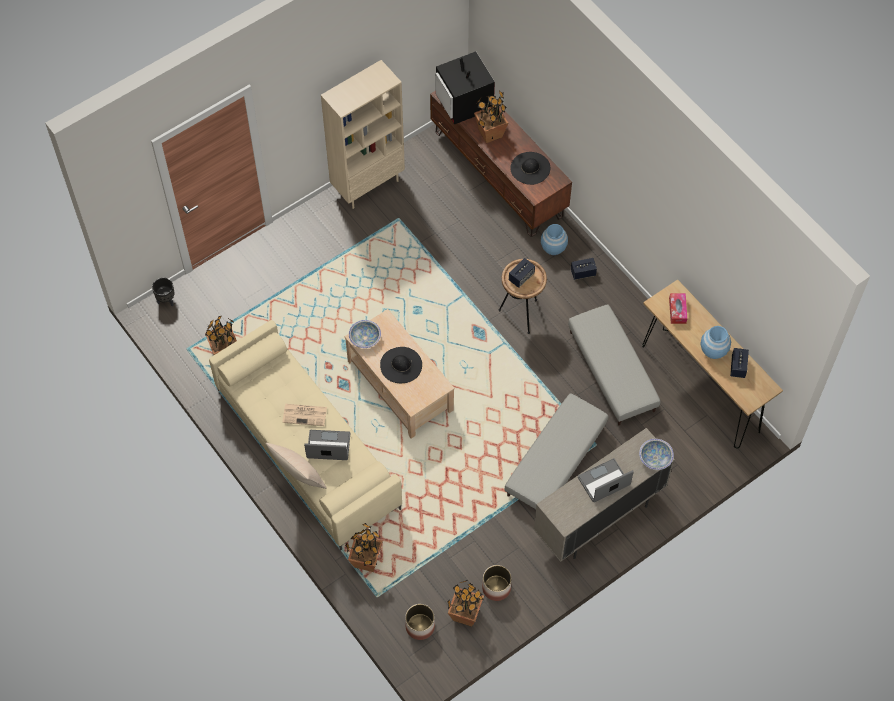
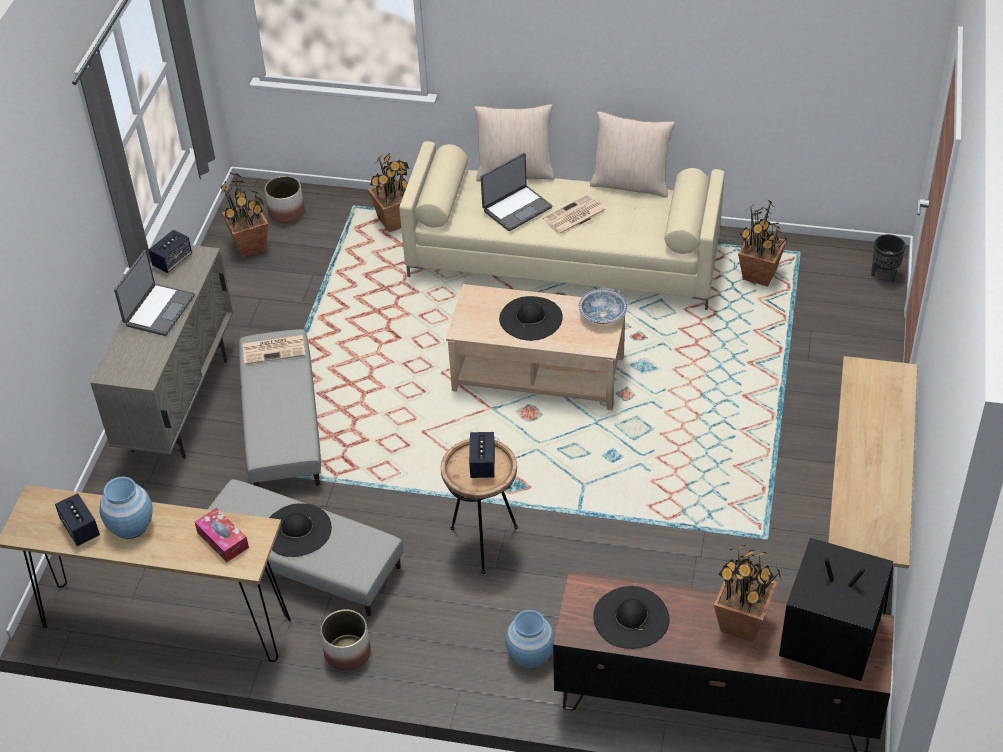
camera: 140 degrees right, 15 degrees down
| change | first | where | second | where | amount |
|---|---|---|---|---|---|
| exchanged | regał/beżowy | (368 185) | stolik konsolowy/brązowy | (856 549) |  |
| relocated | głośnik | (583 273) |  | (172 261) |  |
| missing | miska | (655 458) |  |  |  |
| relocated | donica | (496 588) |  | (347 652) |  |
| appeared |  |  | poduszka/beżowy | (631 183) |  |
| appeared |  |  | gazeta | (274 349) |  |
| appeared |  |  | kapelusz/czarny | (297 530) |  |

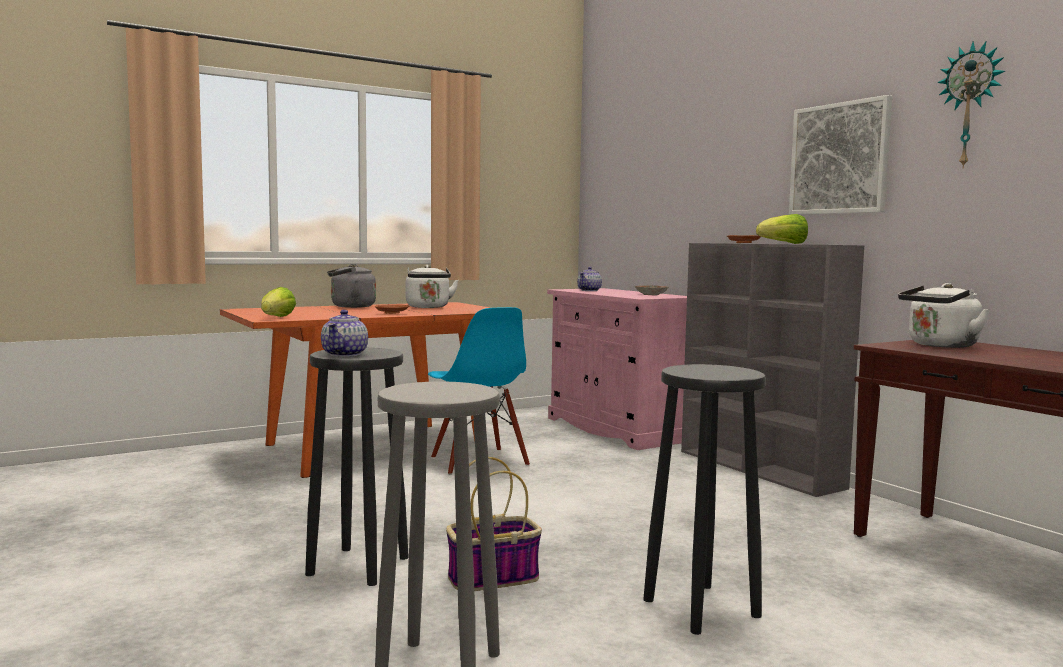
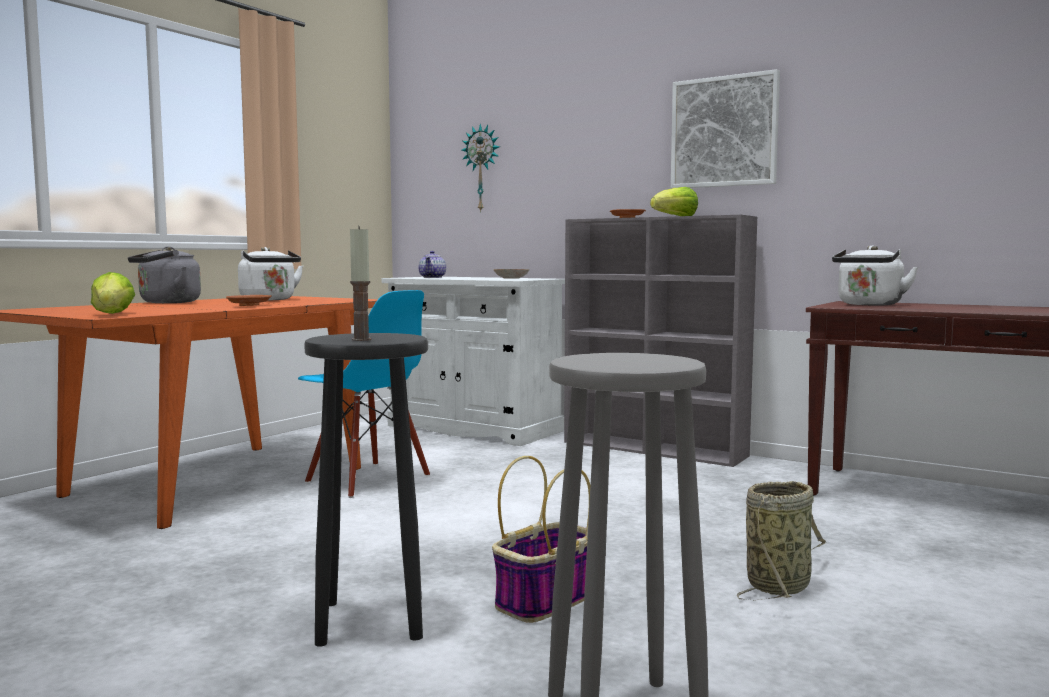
camera: 25 degrees left, 0 degrees up
| change | first | where | second | where | amount |
|---|---|---|---|---|---|
| relocated | zegar ścienny | (971 105) |  | (482 168) |  |
| colour | szafka/różowy | (616 429) | szafka/biały | (473 428) |  |
| exchanged | imbryk | (345 354) | świeca | (361 339) |  |
| exchanged | stołek/czarny | (702 607) | koszyk | (780 585) |  |

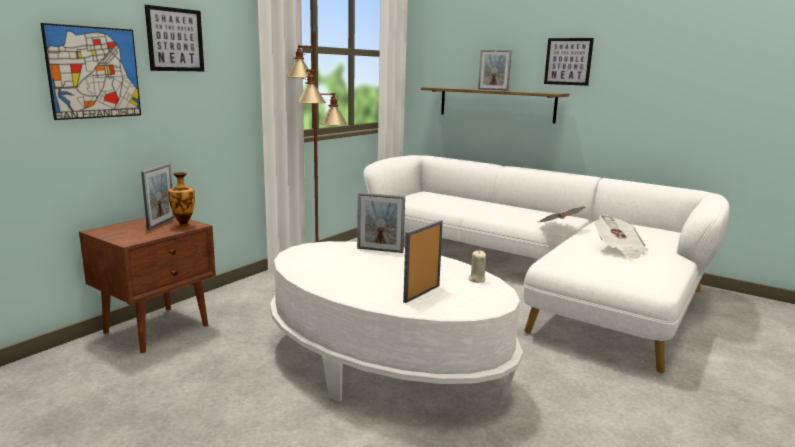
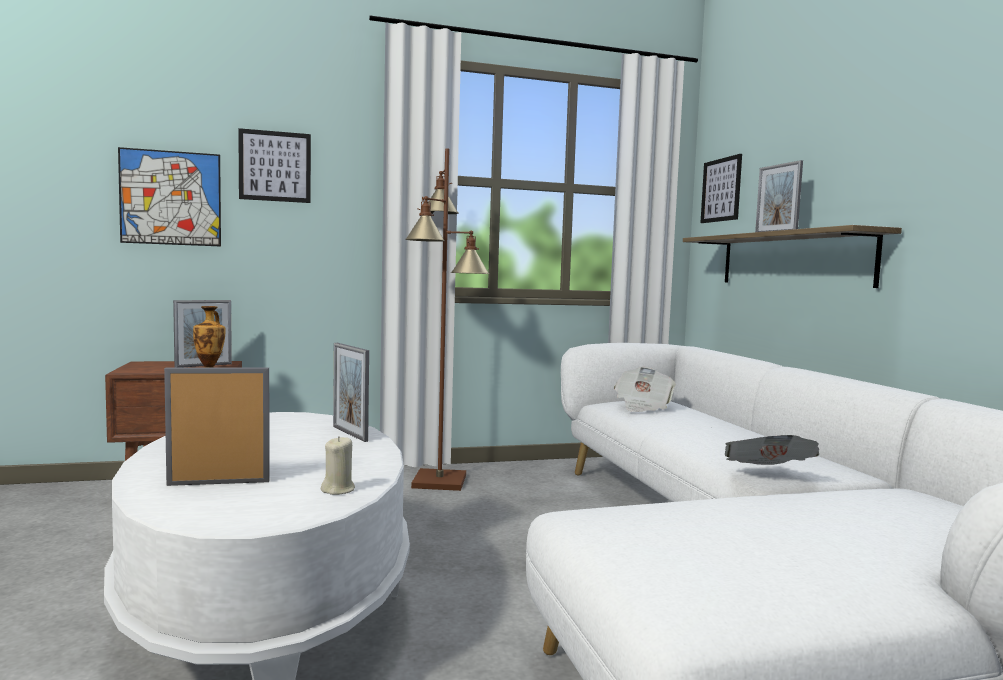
camera: 40 degrees right, 10 degrees down
| change | first | where | second | where | amount |
|---|---|---|---|---|---|
| relocated | obraz | (568 61) |  | (721 190) |  |
| relocated | gazeta | (619 250) |  | (642 406) |  |

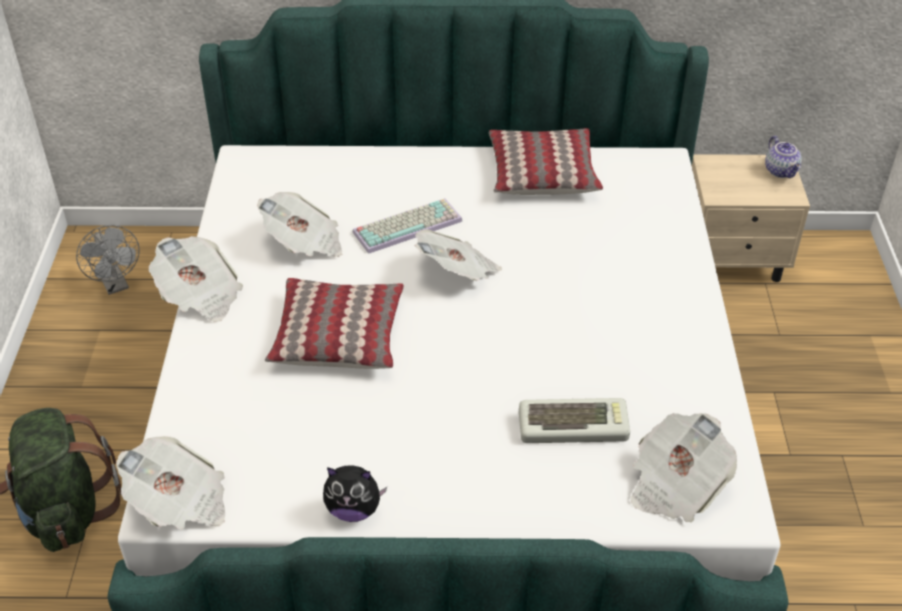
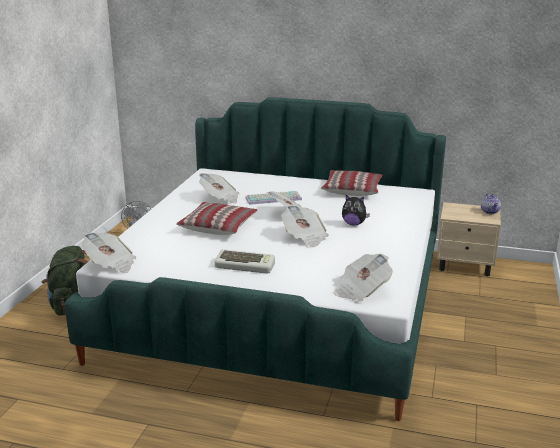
camera: 15 degrees right, 20 degrees down
| change | first | where | second | where | amount |
|---|---|---|---|---|---|
| relocated | gazeta | (200 296) |  | (304 237) |  |
| relocated | klawiatura | (574 425) |  | (245 265) |  |
| relocated | pluszak | (354 510) |  | (354 224) |  |

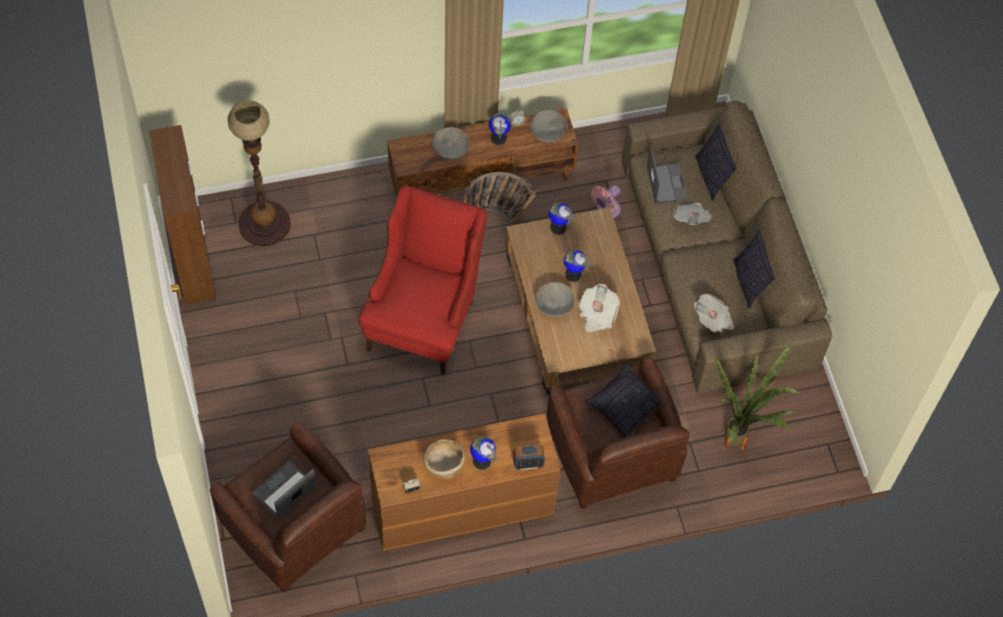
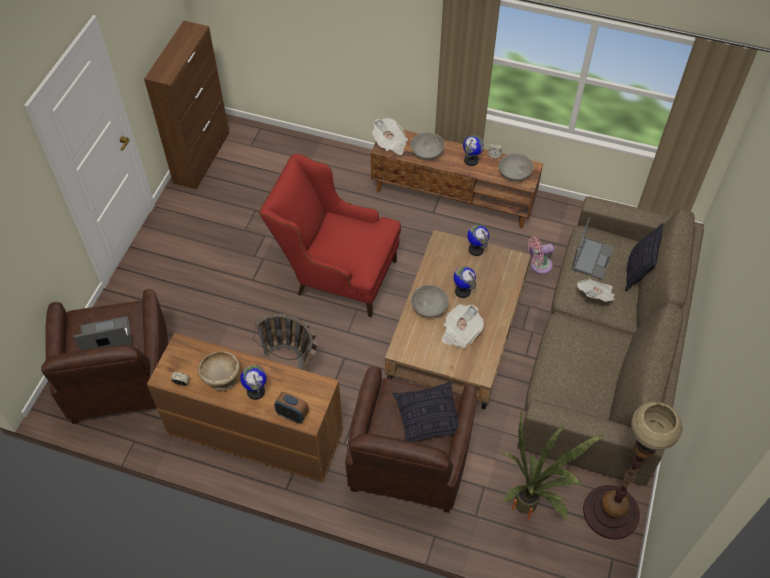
camera: 35 degrees right, 5 degrees down
| change | first | where | second | where | amount |
|---|---|---|---|---|---|
| relocated | lampa stojąca | (265 224) |  | (611 512) |  |
| relocated | koszyk | (498 219) |  | (294 362) |  |
| spun | fotel/czerwony | (424 315) |  | (336 274) | 120 degrees counterclockwise |
| missing | poduszka | (749 283) |  |  |  |
| relocated | gazeta | (713 320) |  | (390 143) |  |

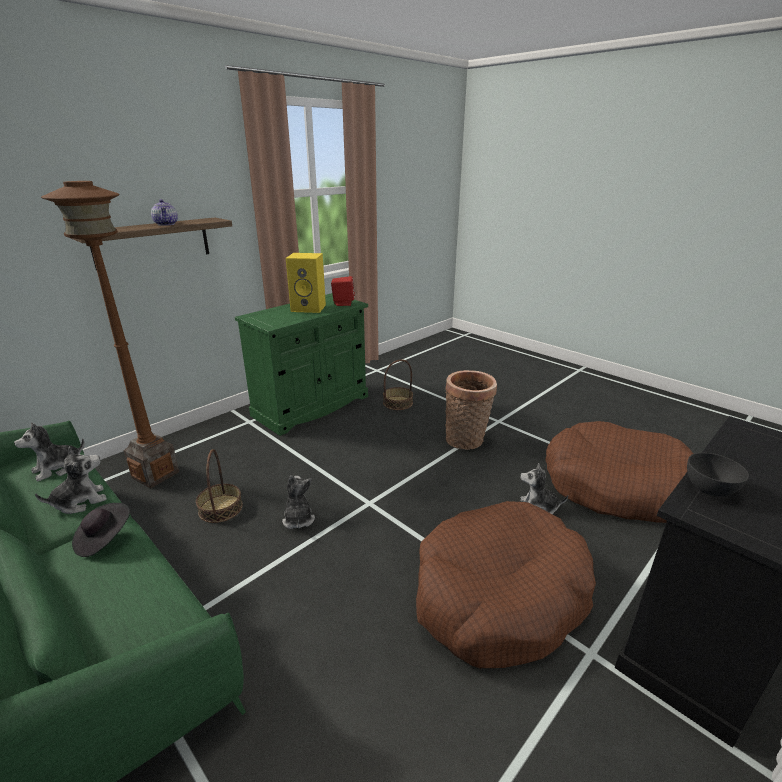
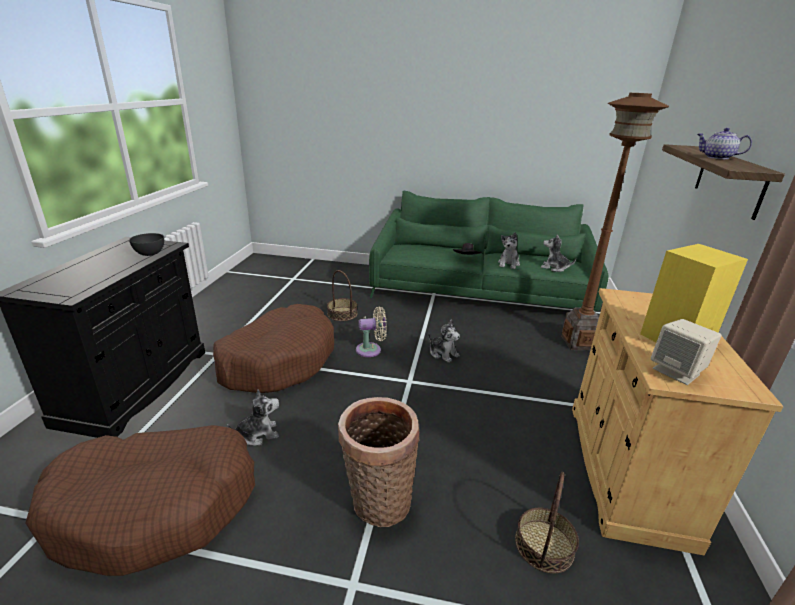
camera: 145 degrees right, 0 degrees up
| change | first | where | second | where | amount |
|---|---|---|---|---|---|
| colour | głośnik/czerwony | (343 303) | głośnik/beżowy | (677 371) |  |
| colour | szafka/zielony | (311 406) | szafka/beżowy | (625 469) |  |
| spun | pluszak | (57 468) |  | (554 268) | 75 degrees counterclockwise |
| relocated | koszyk | (220 508) |  | (342 314) |  |
| appeared |  |  | wentylator/beżowy | (371 350) |  |

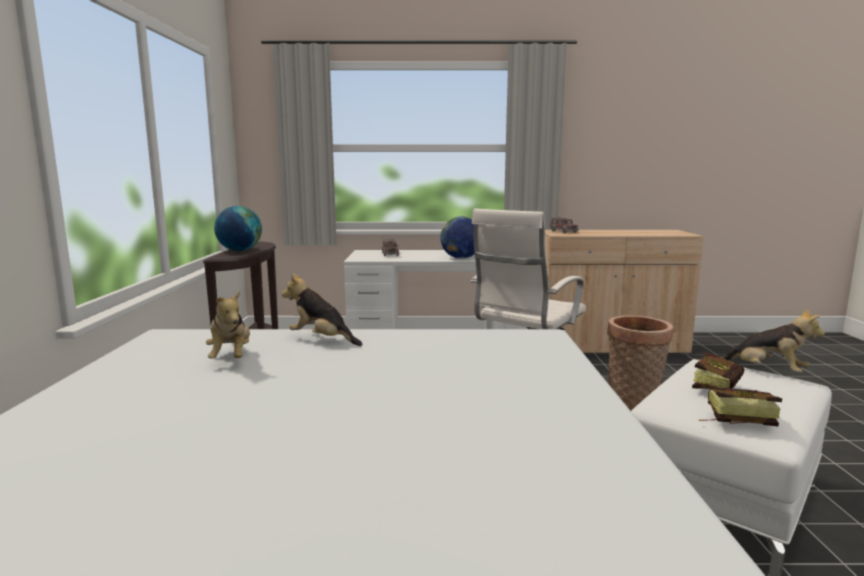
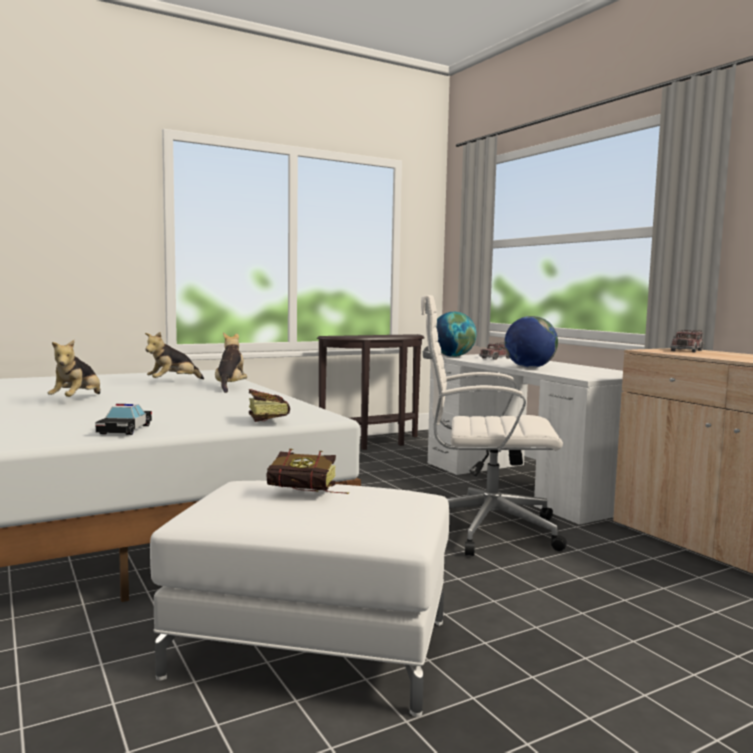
camera: 60 degrees right, 5 degrees down
| change | first | where | second | where | amount |
|---|---|---|---|---|---|
| relocated | globus | (239 250) |  | (453 356) |  |
| relocated | pluszak | (767 371) |  | (77 400) |  |
| missing | koszyk | (633 403) |  |  |  |
| relocated | książka | (733 420) |  | (267 420) |  |
| appeared |  |  | samochodzik | (125 430) |  |

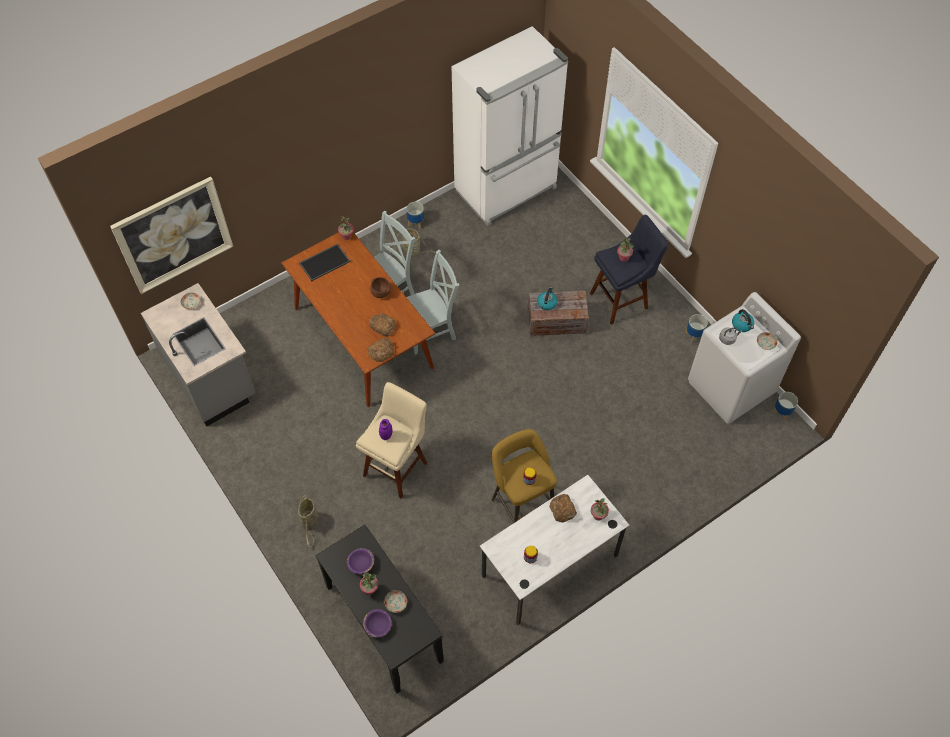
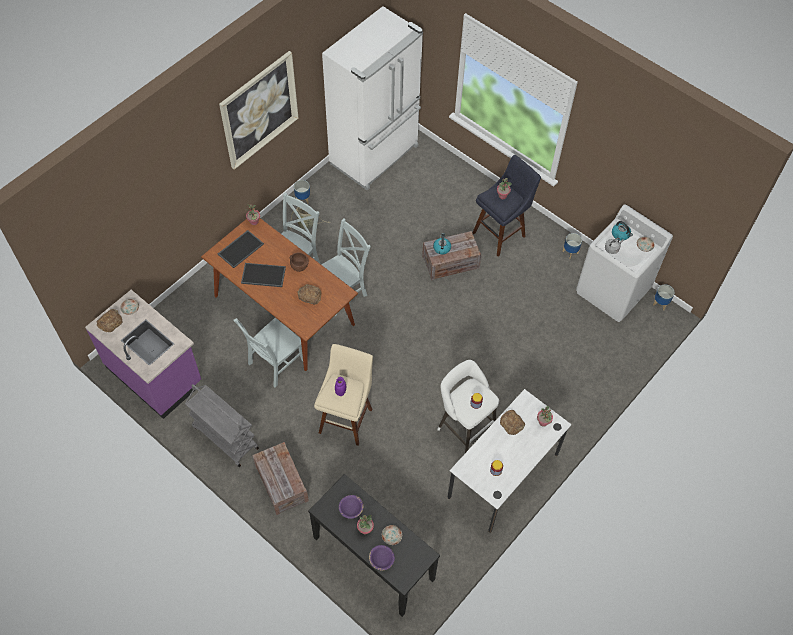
camera: 15 degrees left, 0 degrees up
| change | first | where | second | where | amount |
|---|---|---|---|---|---|
| relocated | obraz | (173 235) |  | (259 110) |  |
| colour | zabudowa kuchenna/szary | (211 378) | zabudowa kuchenna/fioletowy | (155 374) |  |
| relocated | chleb | (381 351) |  | (110 322) |  |
| colour | stołek/żółty | (521 504) | stołek/biały | (464 428) |  |
| exchanged | koszyk | (309 521) | skrzynka | (281 483) |  |
| appeared |  |  | taca | (263 275) |  |
| appeared |  |  | krzesło/szary | (274 363) |  |
| appeared |  |  | wózek/szary | (224 437) |  |

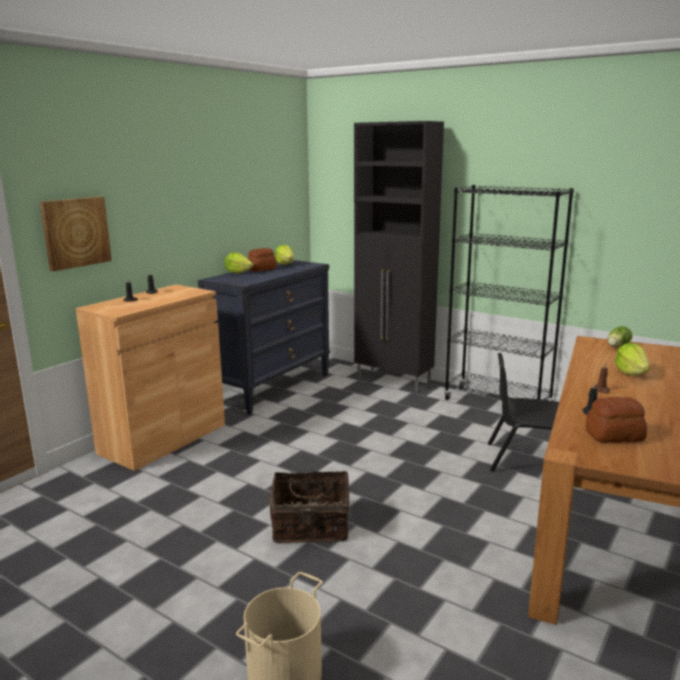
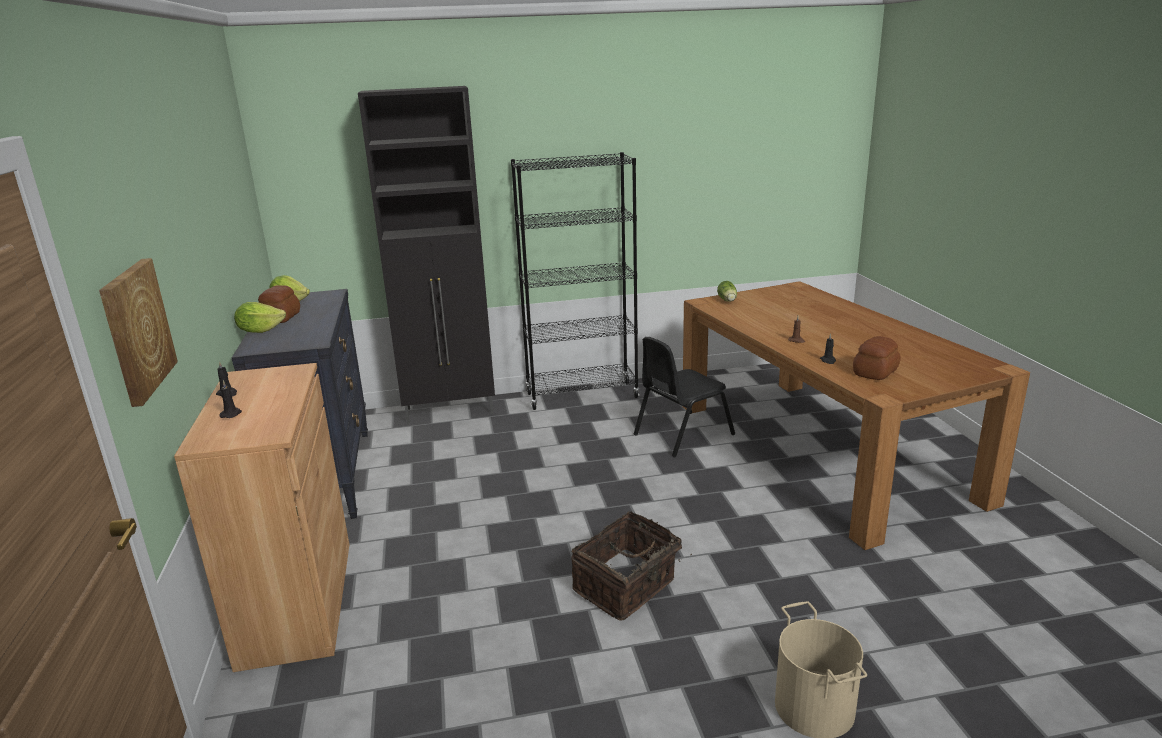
camera: 45 degrees left, 5 degrees up
| change | first | where | second | where | amount |
|---|---|---|---|---|---|
| missing | sałata | (631 373) |  |  |  |

